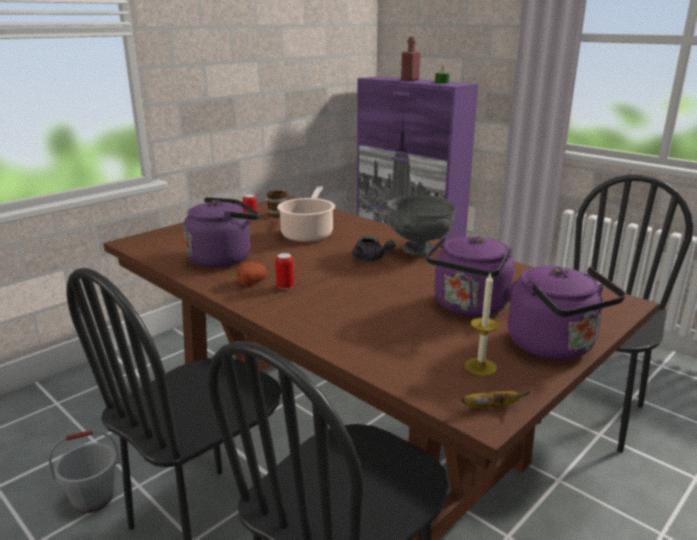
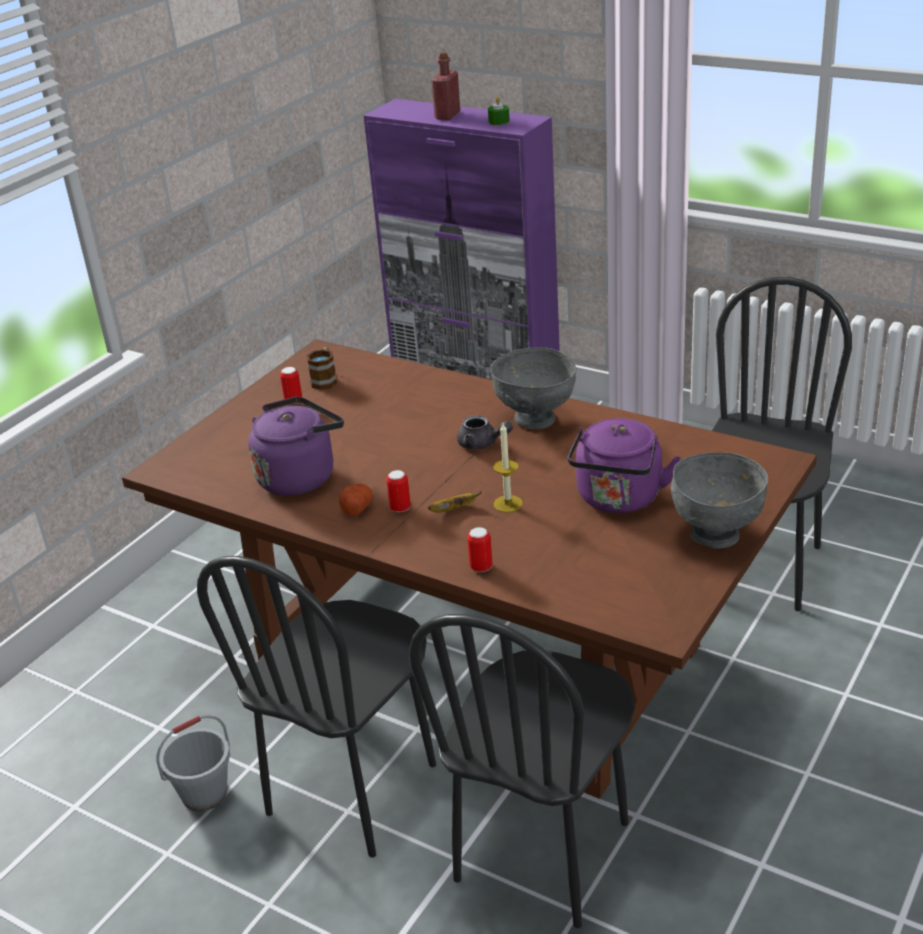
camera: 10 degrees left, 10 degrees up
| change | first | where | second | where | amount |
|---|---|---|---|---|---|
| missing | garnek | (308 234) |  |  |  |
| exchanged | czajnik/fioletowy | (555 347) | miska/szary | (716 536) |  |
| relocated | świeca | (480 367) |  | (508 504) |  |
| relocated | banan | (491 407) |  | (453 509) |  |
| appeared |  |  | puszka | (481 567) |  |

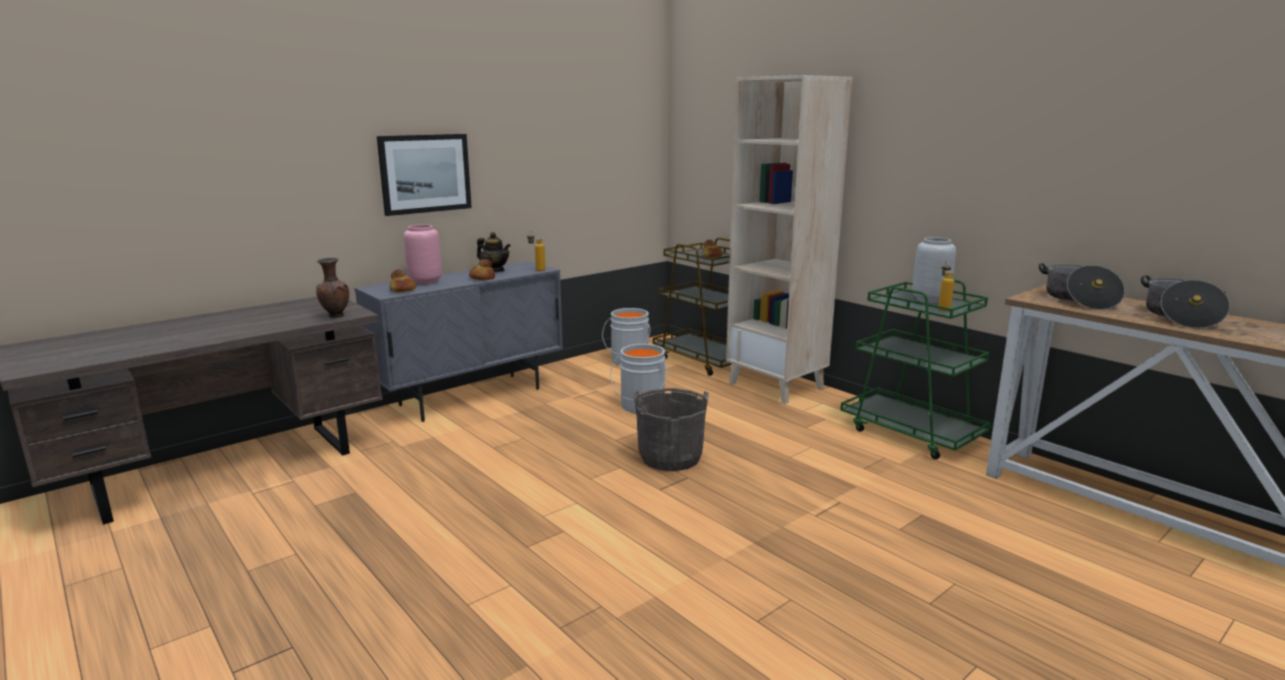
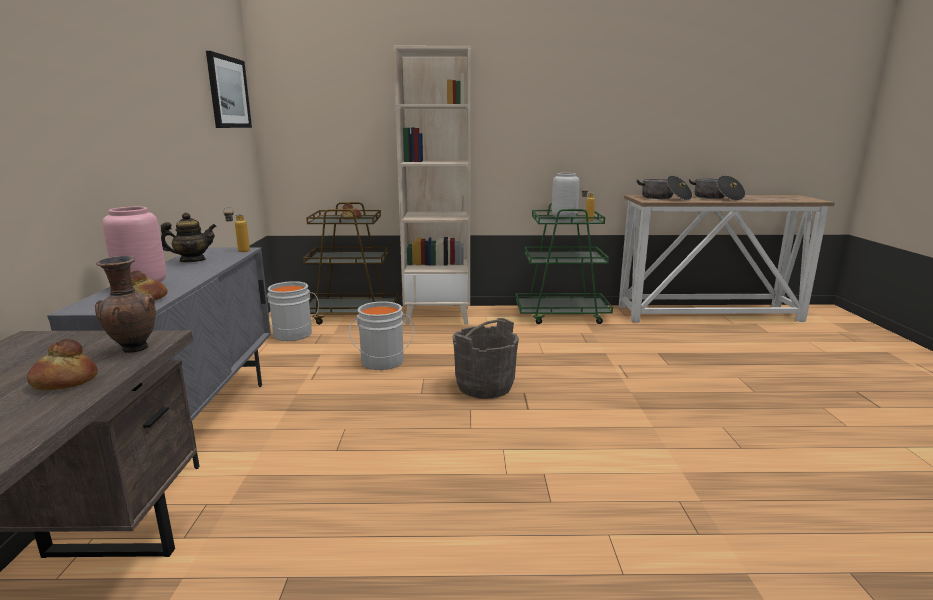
camera: 50 degrees left, 0 degrees up
| change | first | where | second | where | amount |
|---|---|---|---|---|---|
| relocated | obraz | (425 173) |  | (228 92) |  |
| relocated | chleb | (482 278) |  | (64 382) |  |

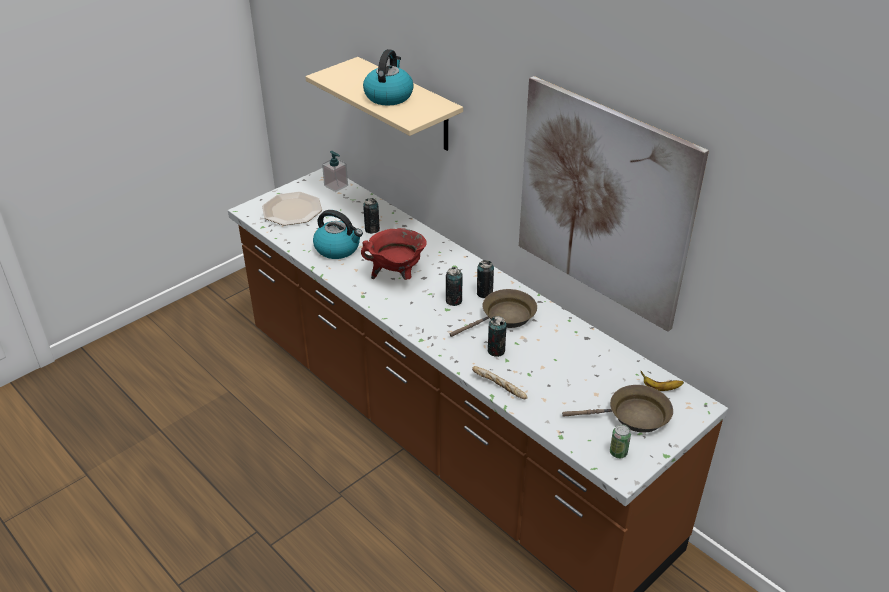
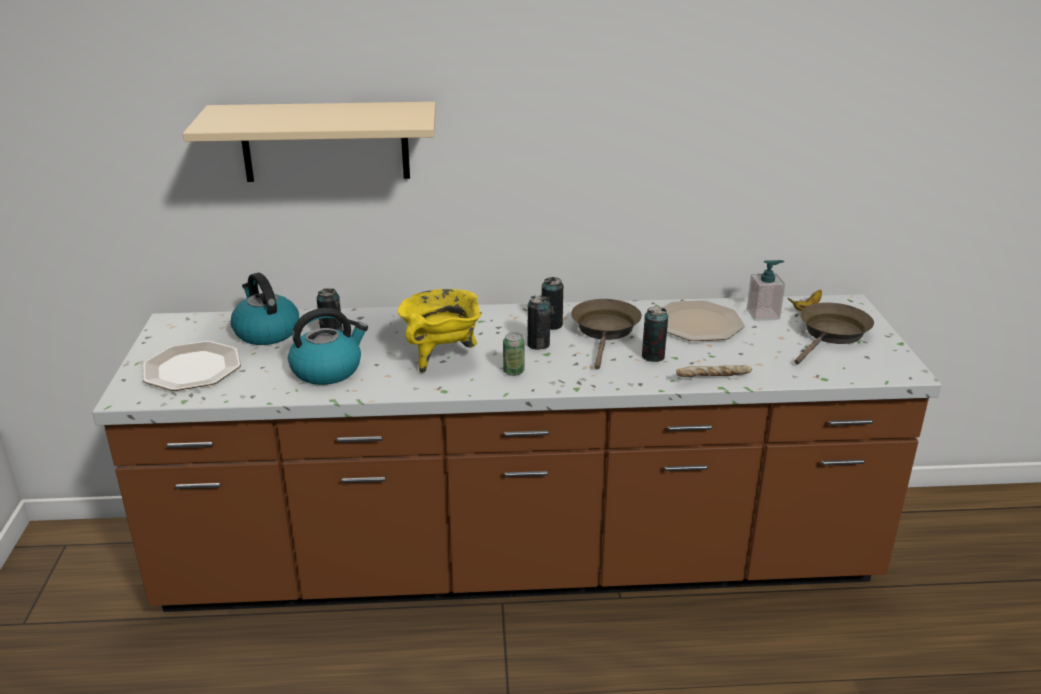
camera: 50 degrees left, 10 degrees down
| change | first | where | second | where | amount |
|---|---|---|---|---|---|
| relocated | czajnik | (388 96) |  | (266 332) |  |
| missing | obraz | (603 203) |  |  |  |
| relocated | dozownik mydła | (336 186) |  | (763 314) |  |
| colour | garnek/czerwony | (397 275) | garnek/żółty | (442 357) |  |
| relocated | puszka | (618 453) |  | (513 371) |  |
| appeared |  |  | talerz | (698 323) |  |

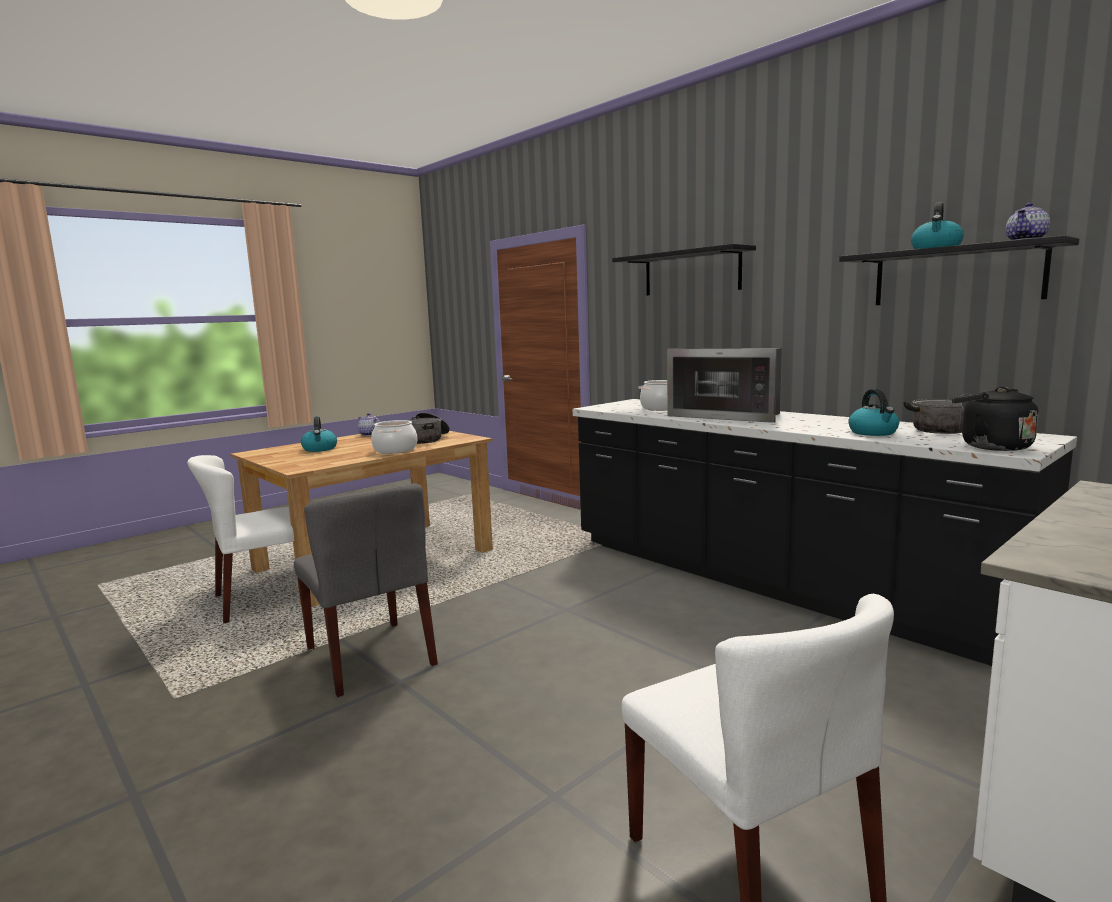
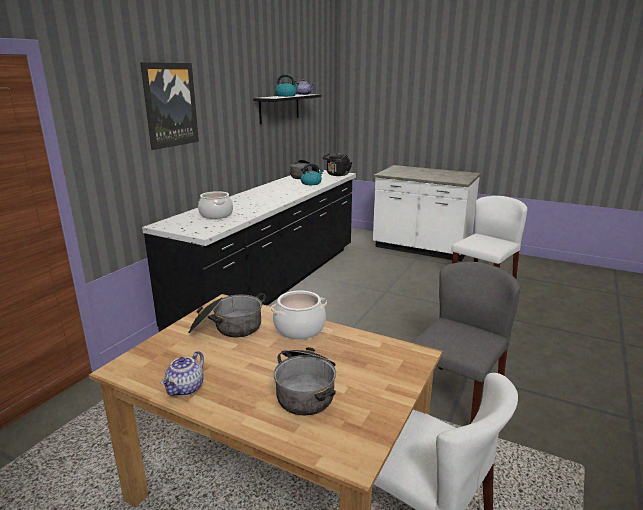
camera: 110 degrees left, 10 degrees up
| change | first | where | second | where | amount |
|---|---|---|---|---|---|
| exchanged | półka/czarny | (691 272) | obraz | (170 105) |  |
| missing | mikrofalówka | (729 415) |  |  |  |
| exchanged | czajnik | (320 449) | garnek | (306 390) |  |

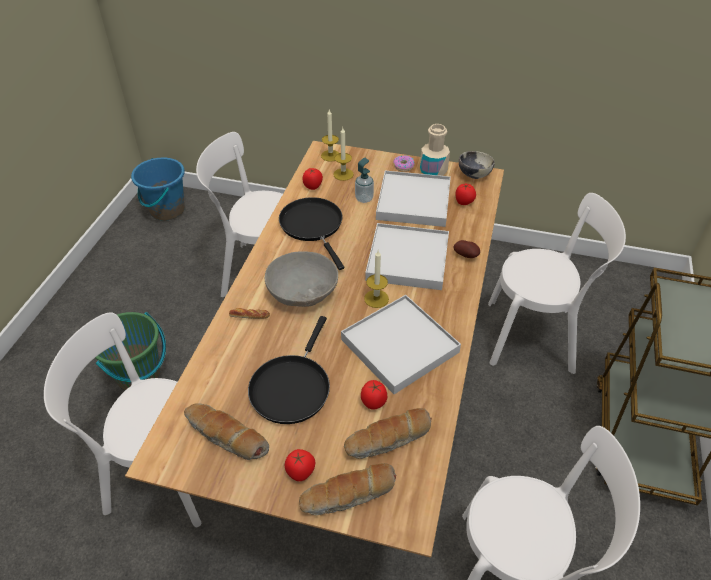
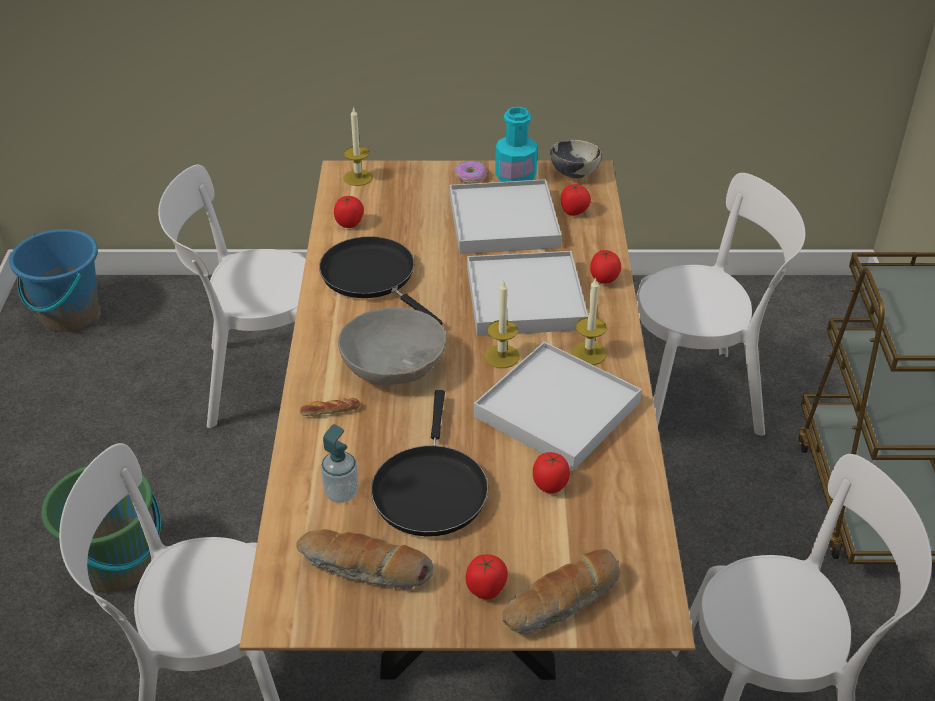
camera: 15 degrees left, 5 degrees down
| change | first | where | second | where | amount |
|---|---|---|---|---|---|
| colour | butelka/beżowy | (433 171) | butelka/turkusowy | (515 177) |  |
| relocated | świeca | (343 174) |  | (588 353) |  |
| relocated | dozownik mydła | (364 198) |  | (341 493) |  |
| exchanged | ziemniak | (466 255) | pomidor | (604 280) |  |
| missing | chleb | (389 440) |  |  |  |

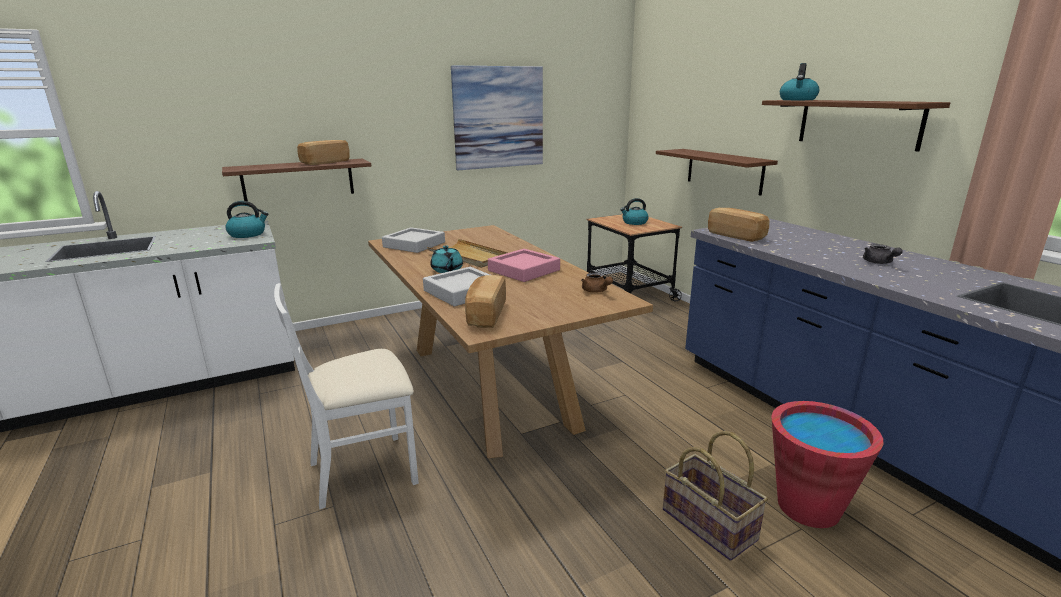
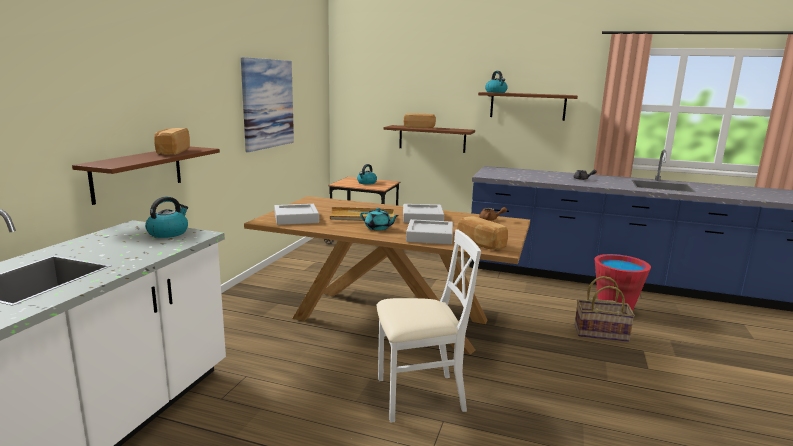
camera: 45 degrees left, 5 degrees down
| change | first | where | second | where | amount |
|---|---|---|---|---|---|
| relocated | chleb | (736 235) |  | (419 127) |  |
| colour | taca/różowy | (524 270) | taca/szary | (422 218) |  |
| spun | krzesło/biały | (364 470) |  | (419 396) | 120 degrees counterclockwise |

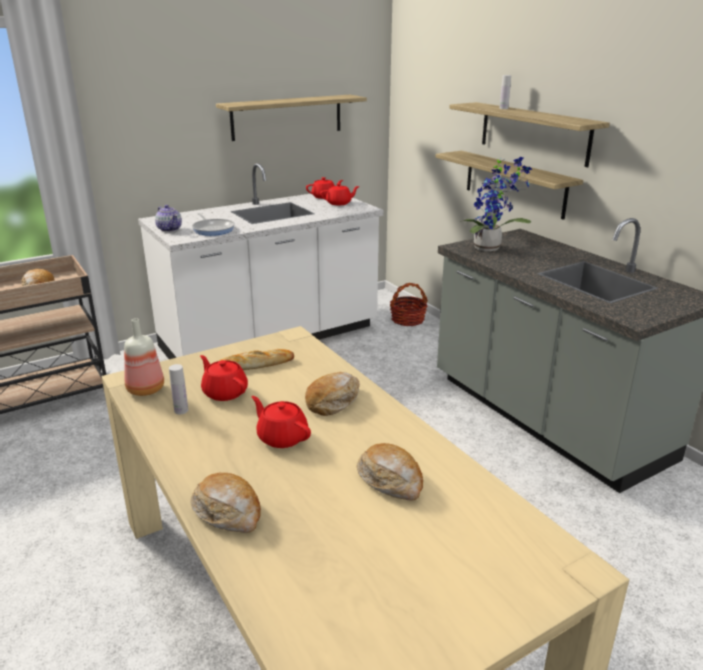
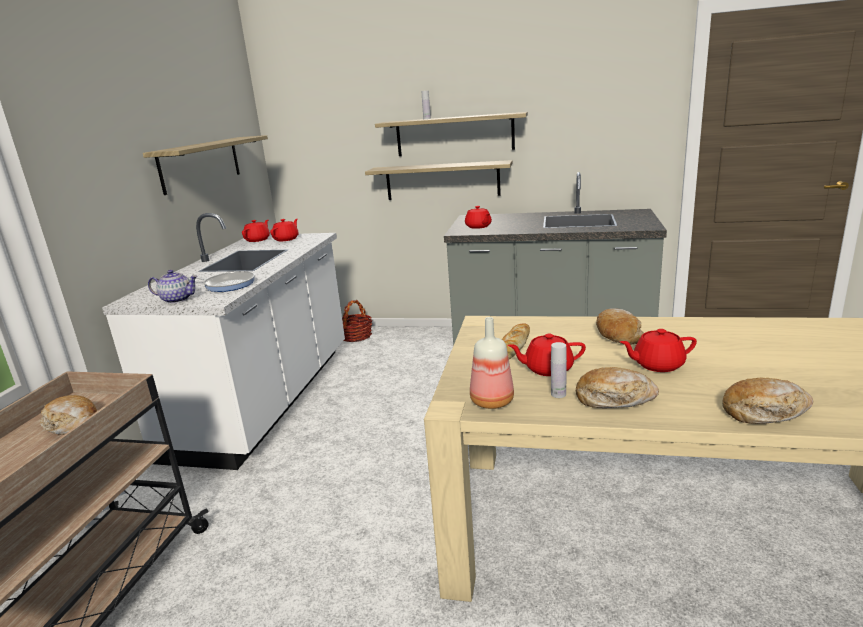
camera: 45 degrees left, 5 degrees down
| change | first | where | second | where | amount |
|---|---|---|---|---|---|
| exchanged | roślina doniczkowa | (490 248) | imbryk/czerwony | (478 227) |  |
| relocated | chleb | (391 480) |  | (614 398) |  |

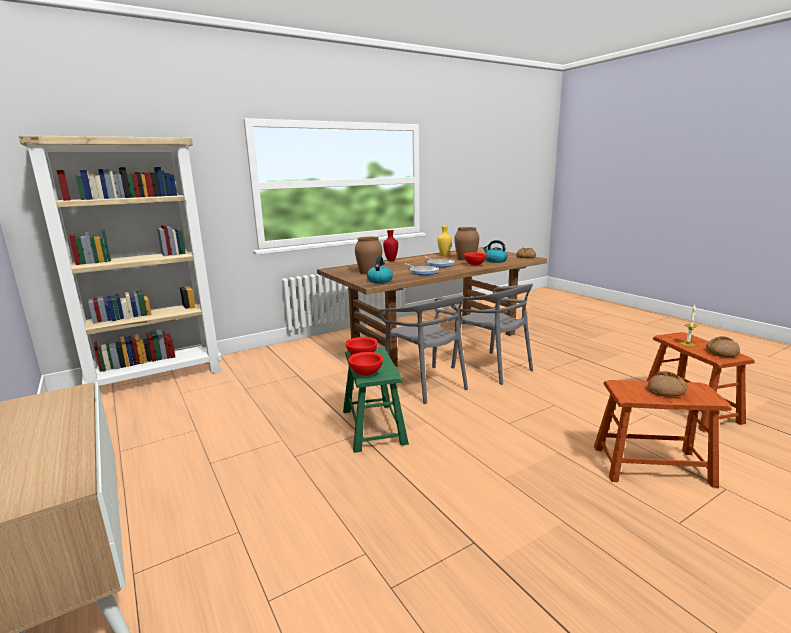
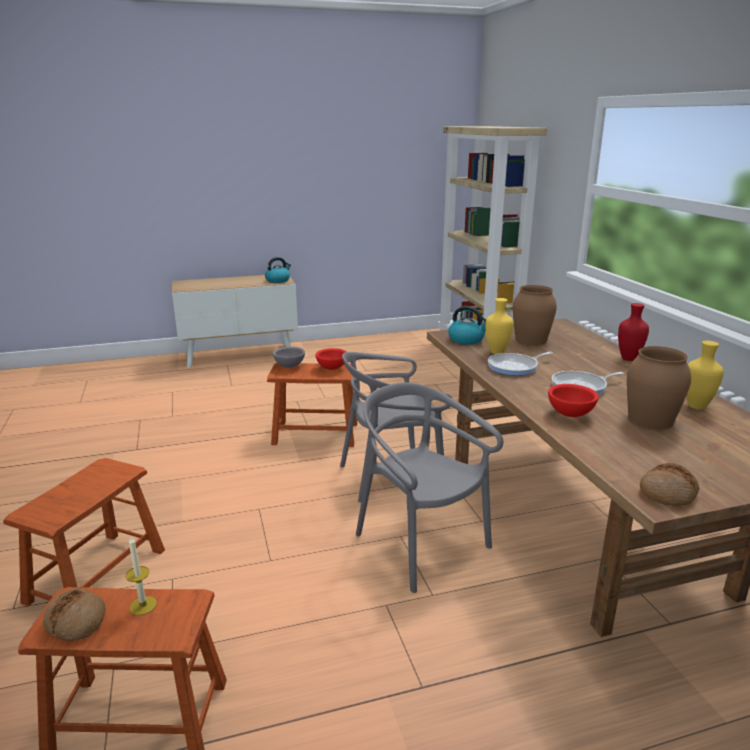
camera: 105 degrees right, 5 degrees up
| change | first | where | second | where | amount |
|---|---|---|---|---|---|
| relocated | czajnik | (495 261) |  | (278 280) |  |
| spun | krzesło/szary | (492 368) |  | (420 544) | 75 degrees clockwise |
| colour | stołek/zielony | (373 426) | stołek/brązowy | (315 433) |  |
| colour | miska/czerwony | (366 373) | miska/szary | (290 366) |  |
| missing | chleb | (666 391) |  |  |  |
| appeared |  |  | wazon/żółty | (496 352) |  |

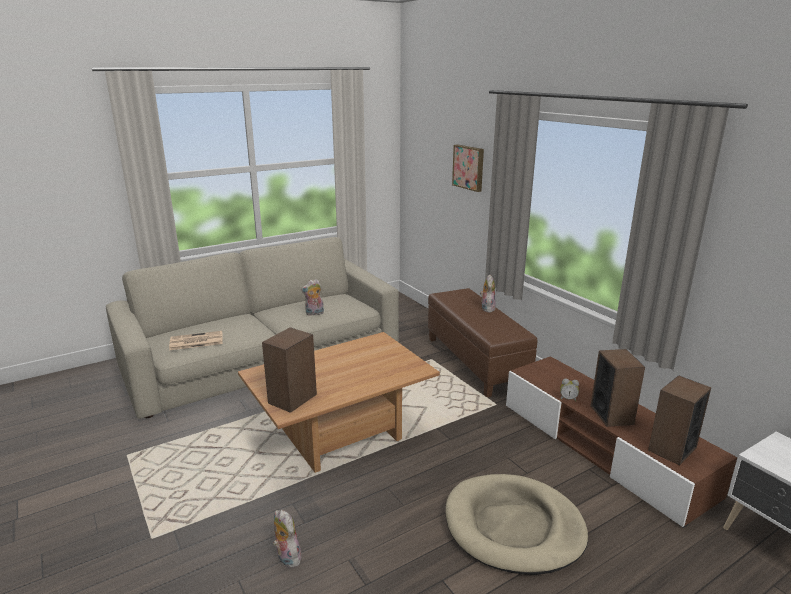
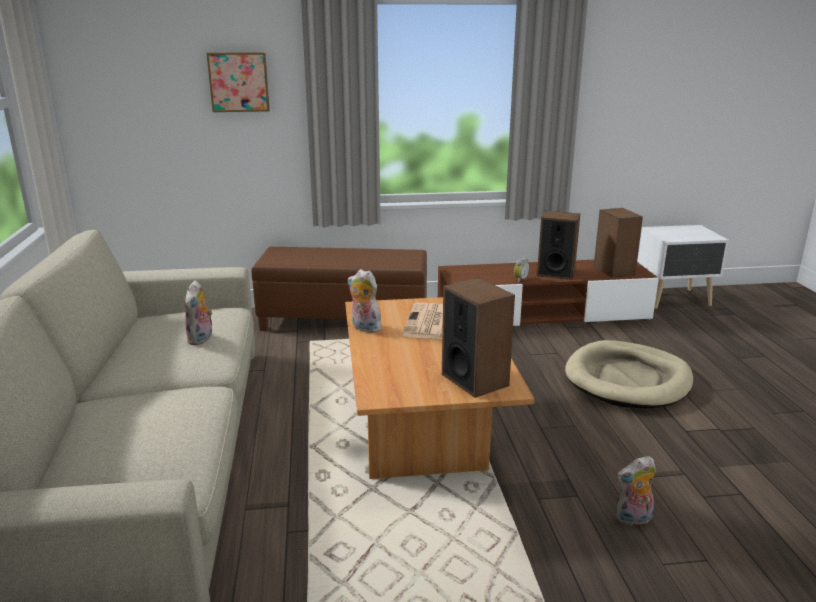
camera: 65 degrees left, 0 degrees up
| change | first | where | second | where | amount |
|---|---|---|---|---|---|
| relocated | pluszak | (487 308) |  | (364 328) |  |
| relocated | gazeta | (195 341) |  | (428 322) |  |

